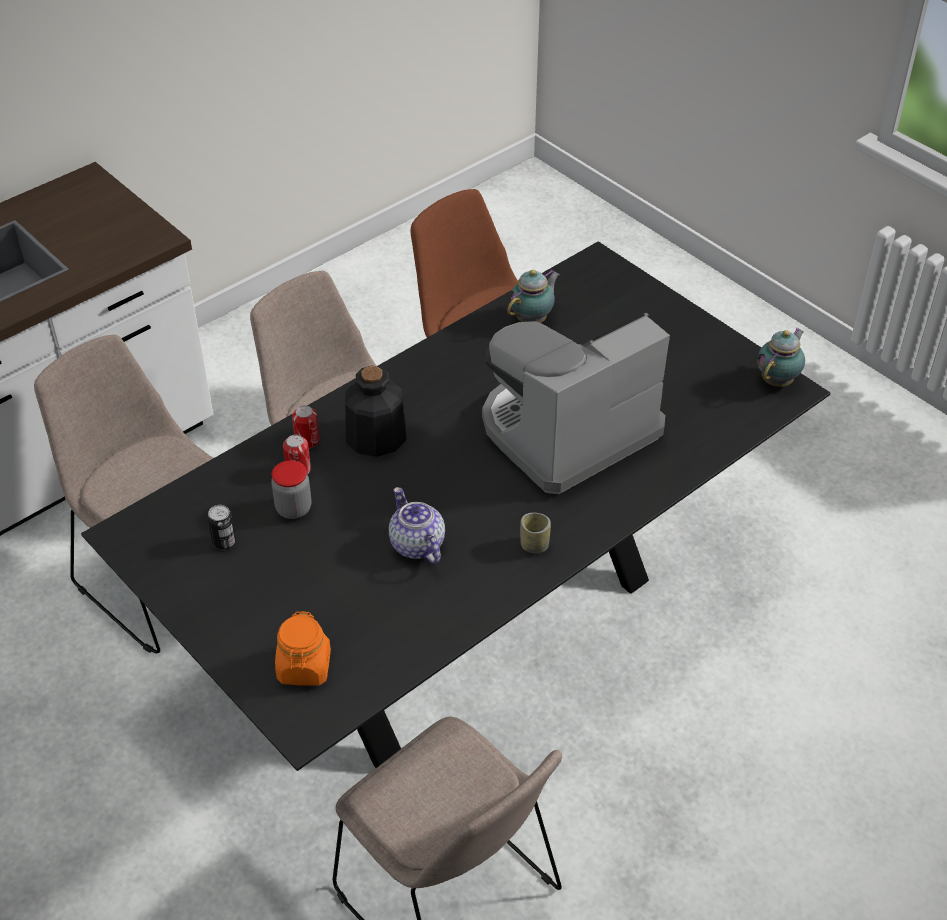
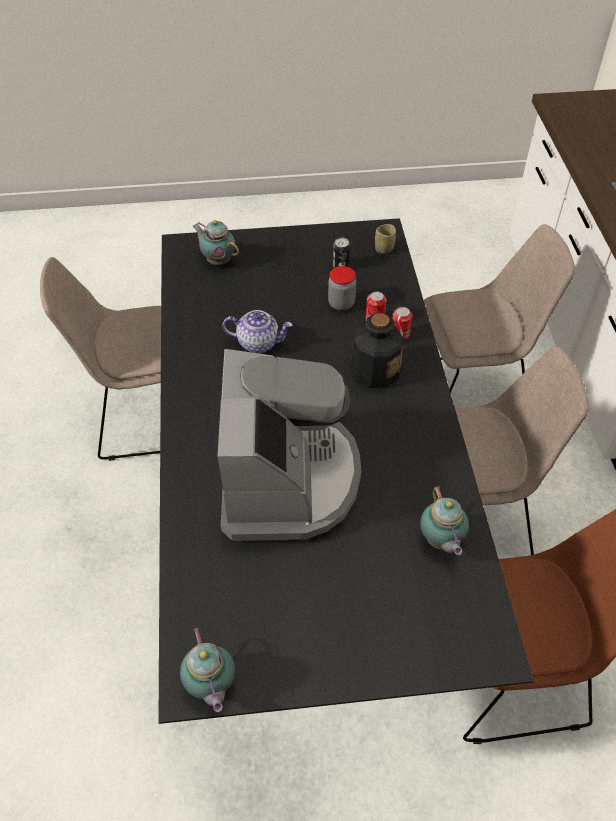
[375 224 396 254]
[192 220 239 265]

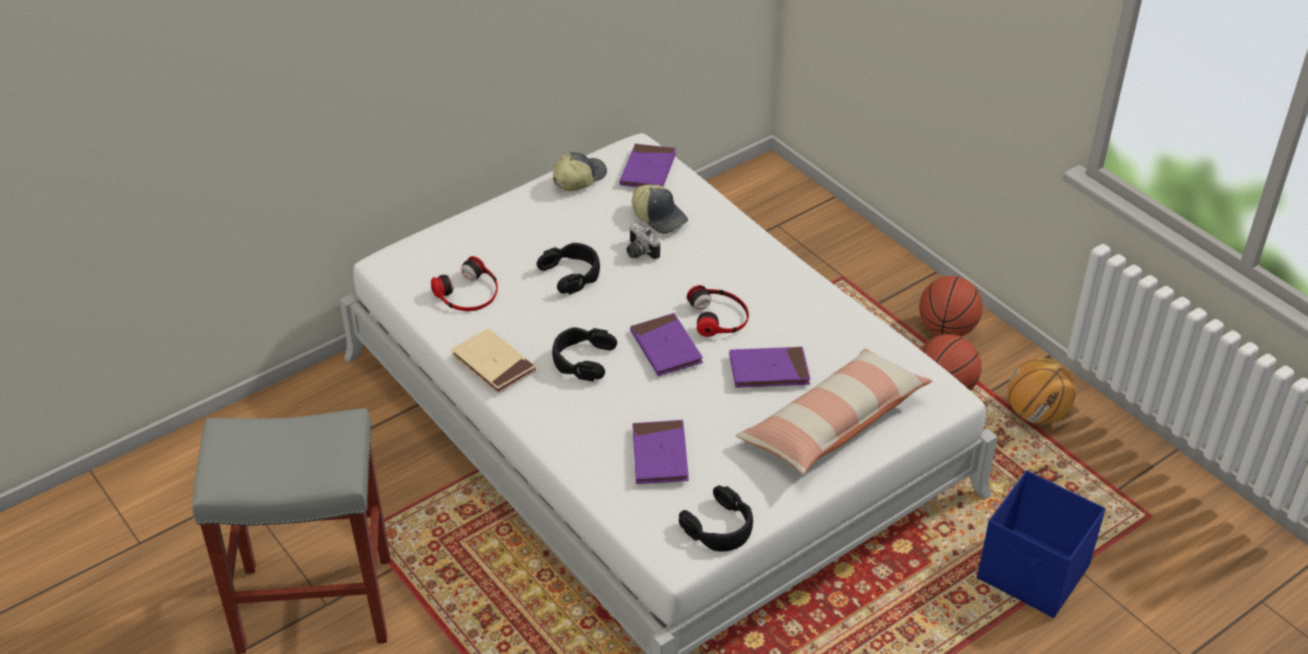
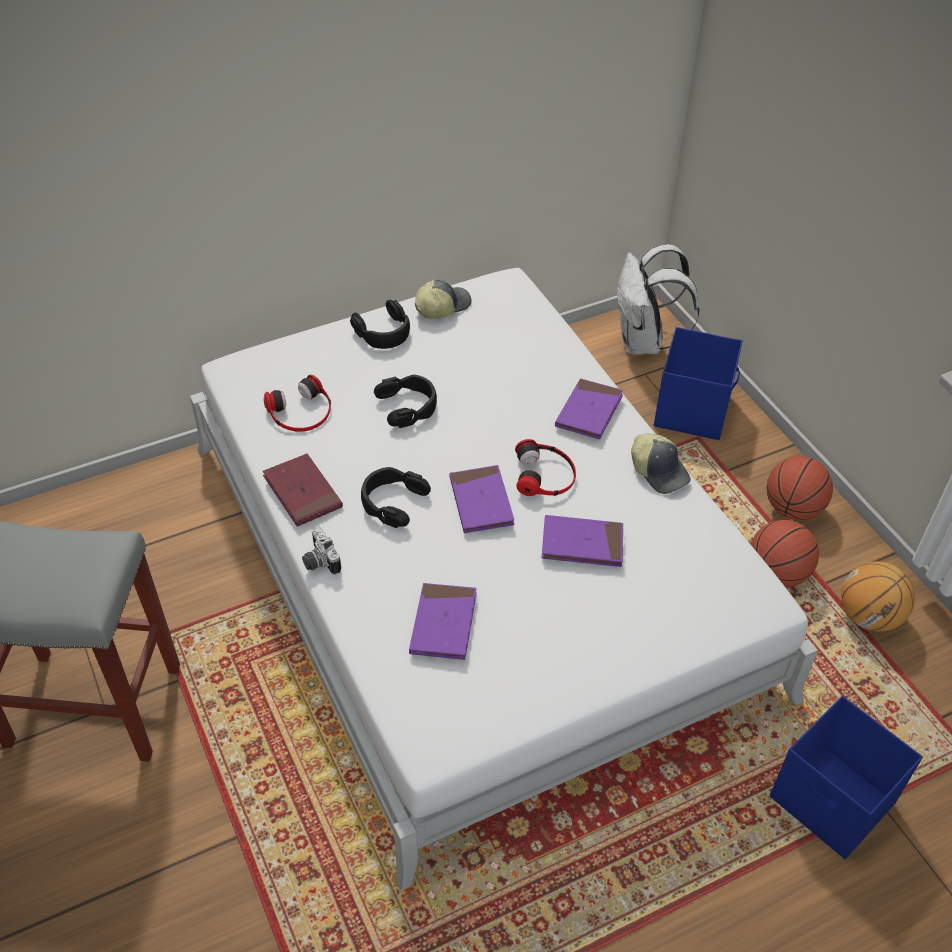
[736 348 932 475] (first image)
[617 244 700 355]
[654 327 743 440]
[555 379 624 440]
[302 527 341 575]
[631 434 691 494]
[350 299 410 349]
[263 454 343 527]

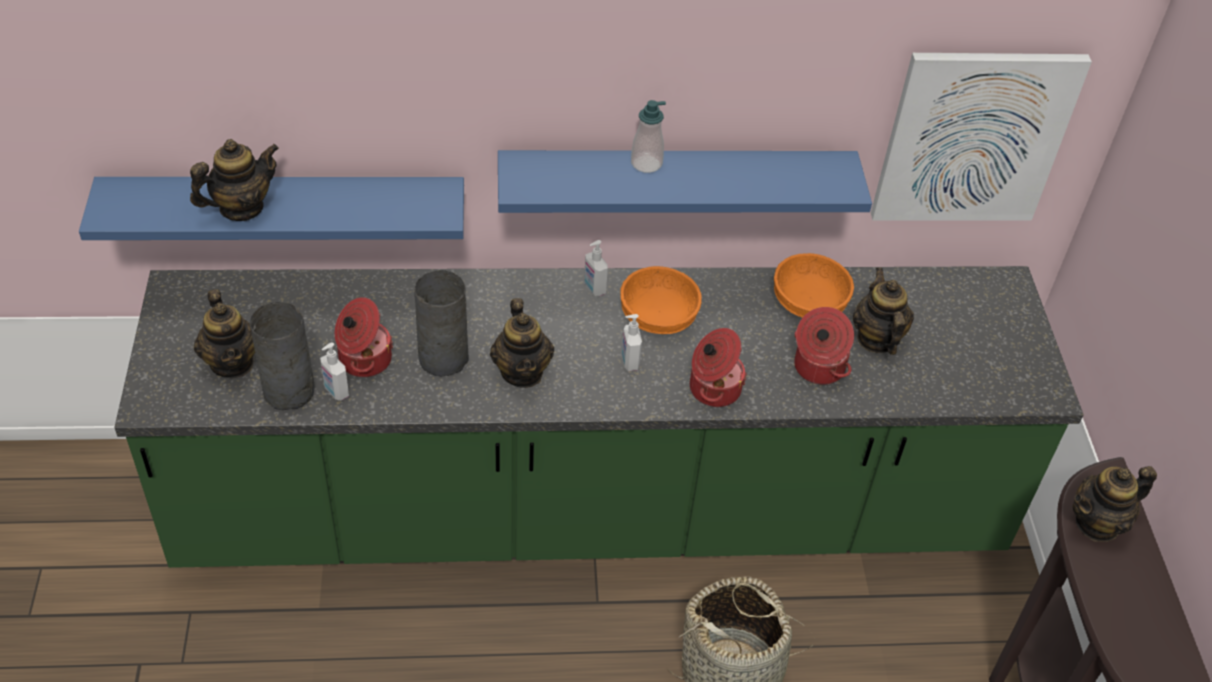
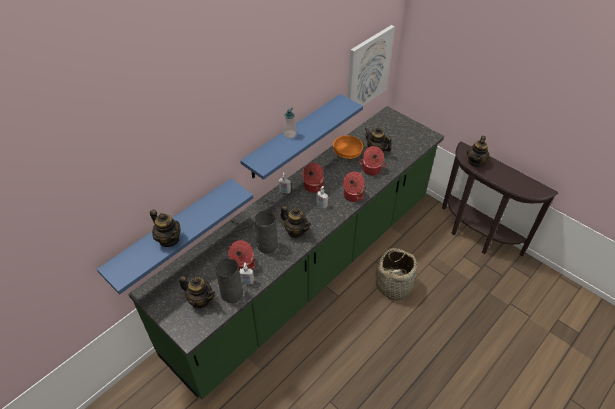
[302 163 324 193]
[150 209 181 247]

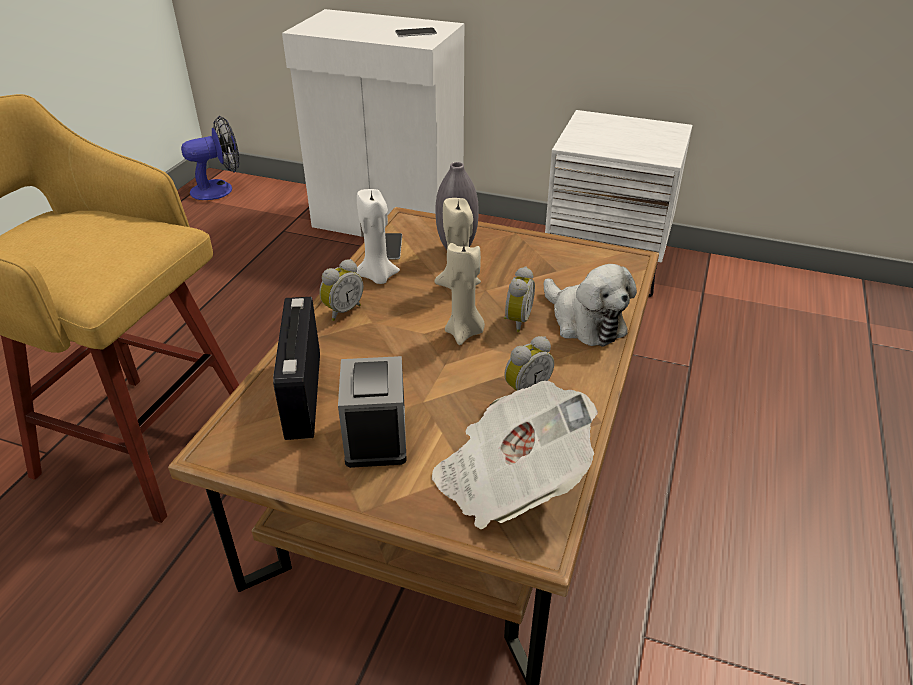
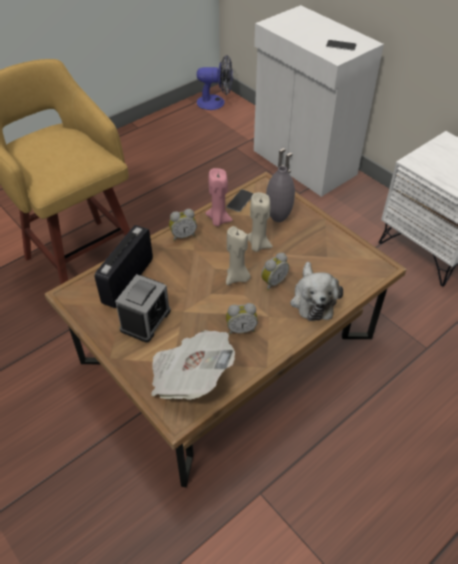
[206 168 233 226]

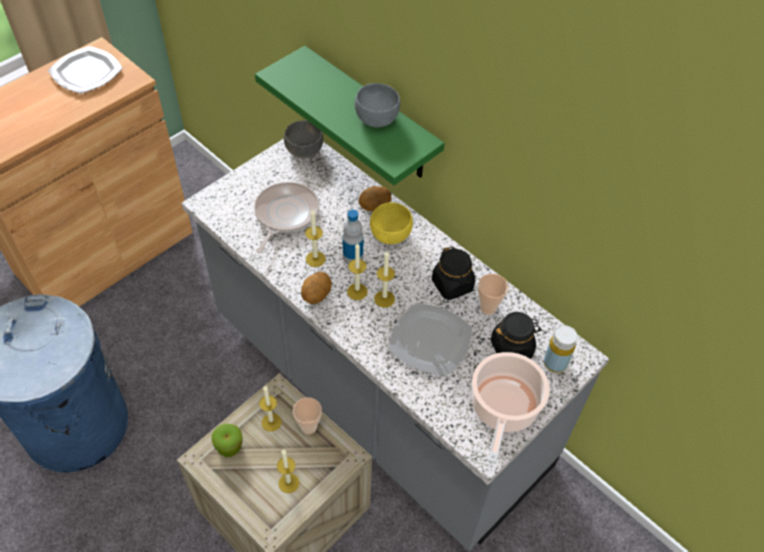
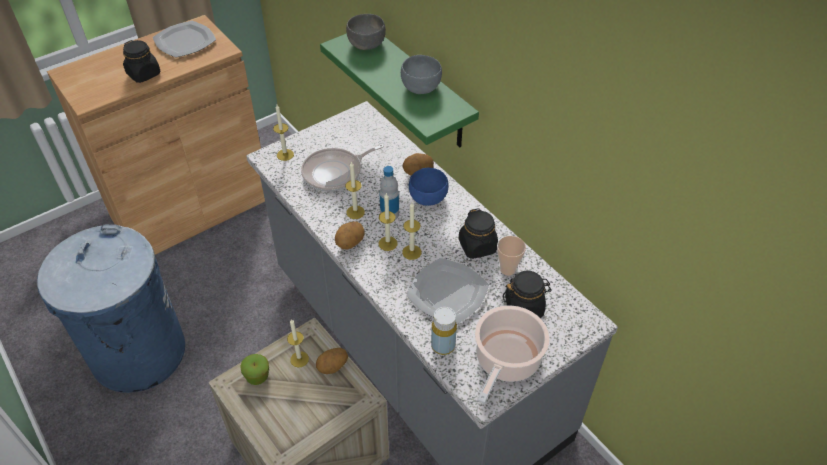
[123 40 160 83]
[273 105 294 161]
[346 14 386 50]
[431 307 457 355]
[316 348 348 374]
[409 168 449 206]
[301 144 384 192]

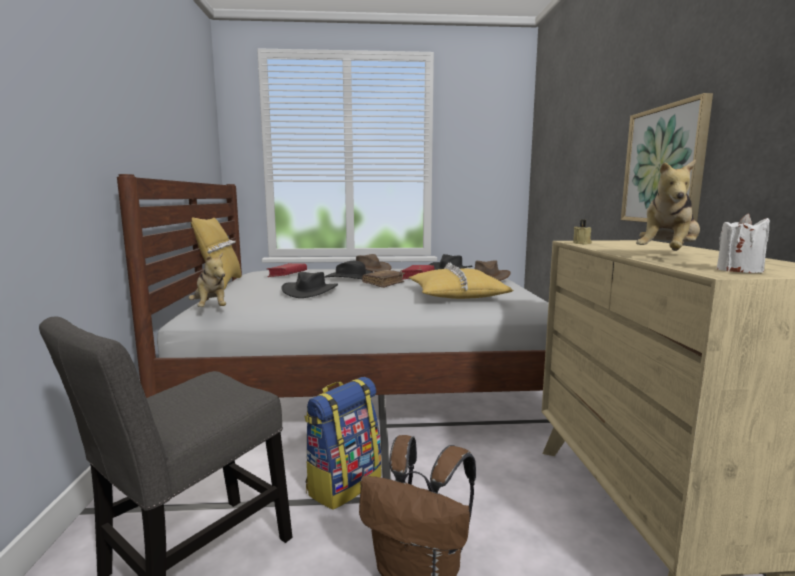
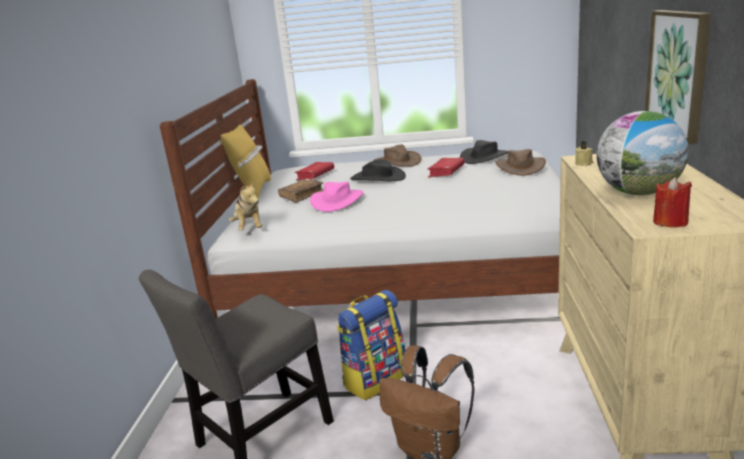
[408 263 513 299] (first image)
[278 179 324 203]
[597 111 689 195]
[310 182 363 212]
[653 177 692 227]

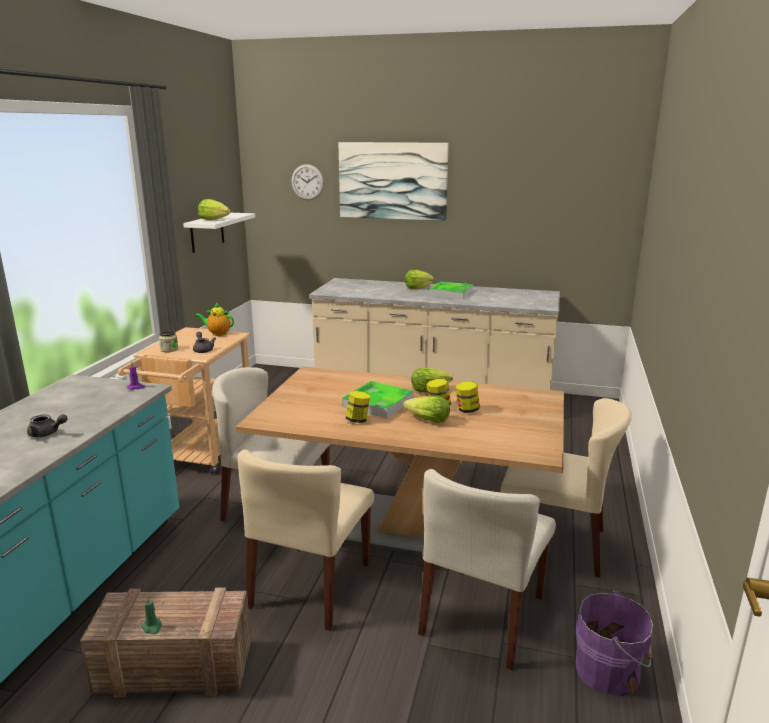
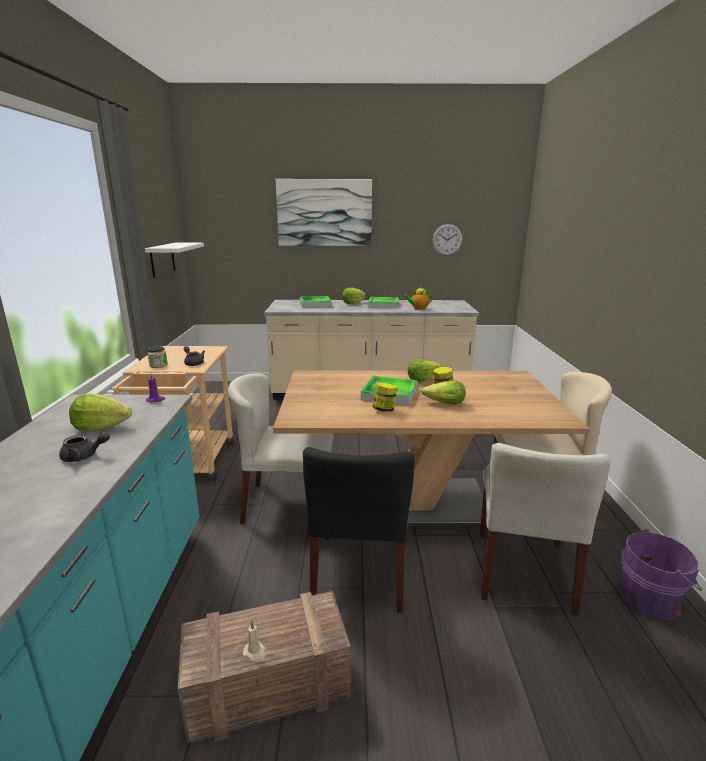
[456 382 480 413] (first image)
[300 296 332 308]
[403 285 433 310]
[69 394 132 431]
[432 224 463 256]
[243 622 266 662]
[303 447 415 613]

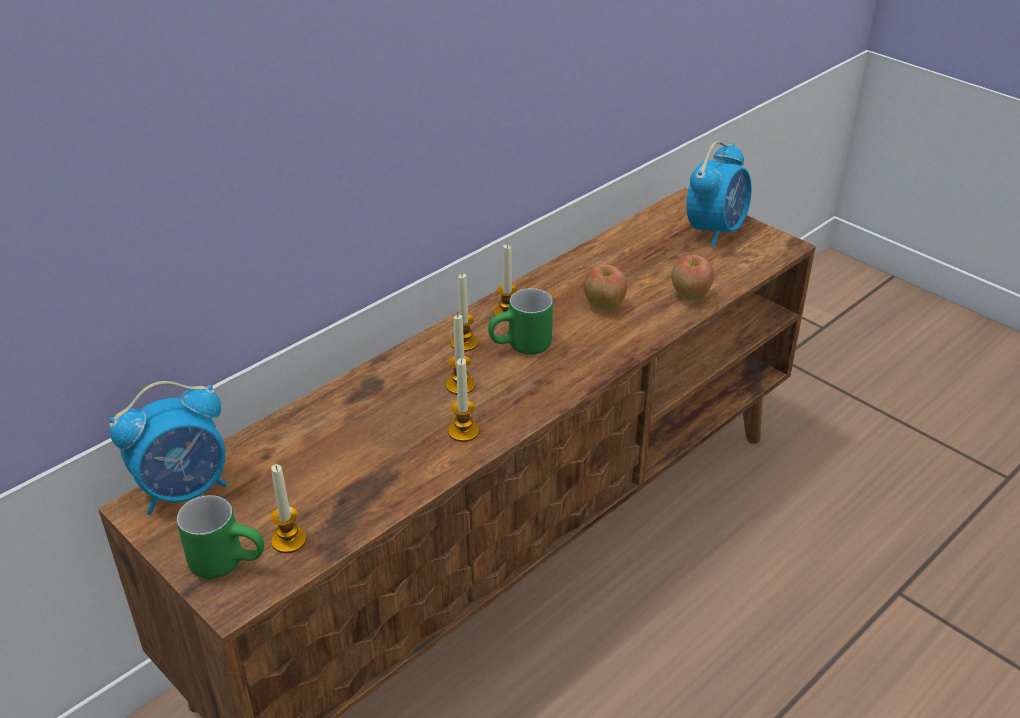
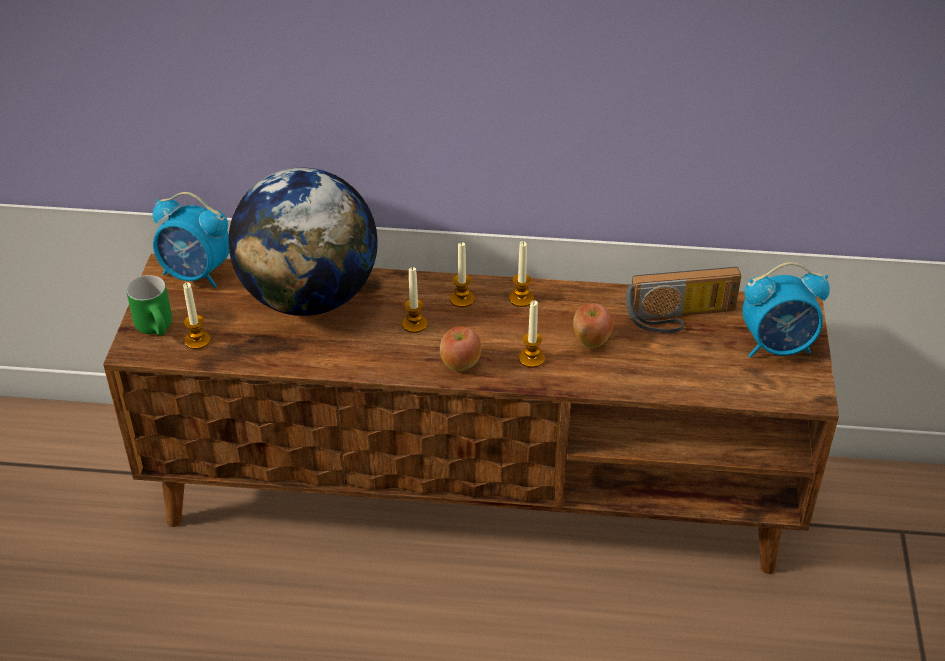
[488 288 553 355] (first image)
[228 168 378 316]
[626 267 741 333]
[519 301 545 368]
[440 326 481 371]

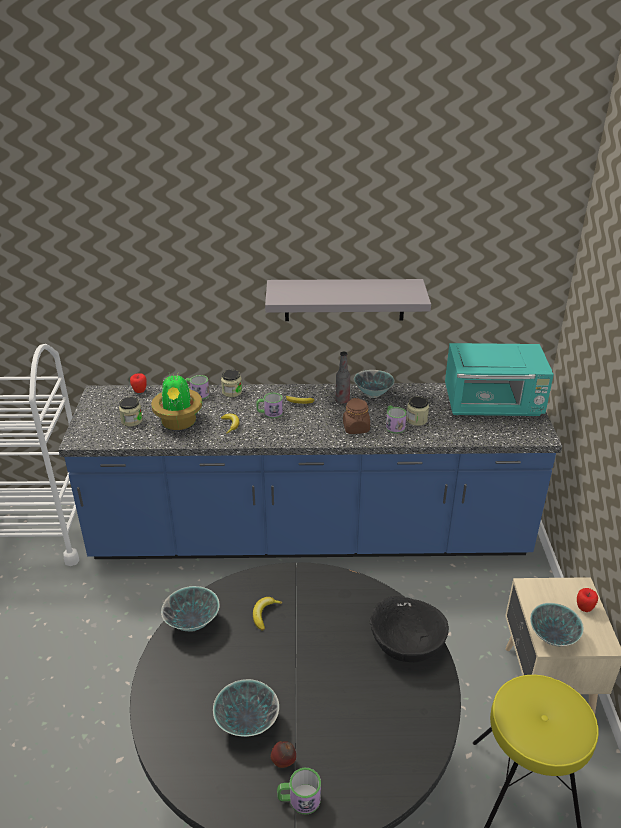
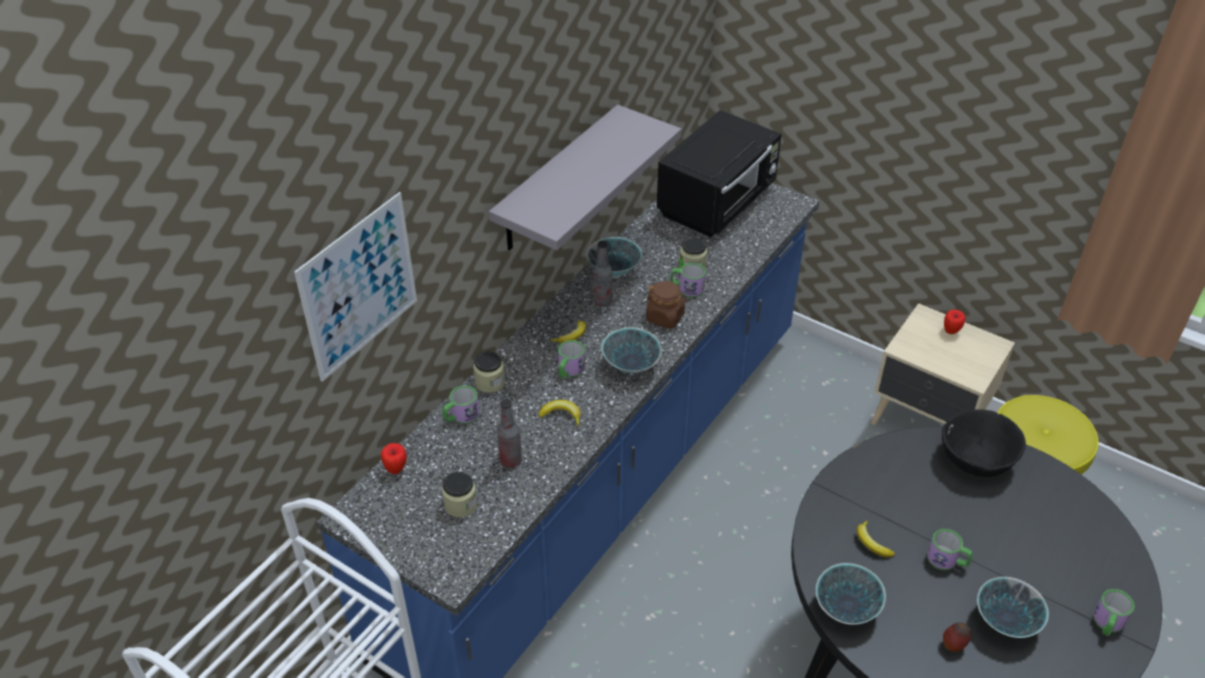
[294 192 417 382]
[927 529 973 570]
[943 622 971 652]
[601 327 662 374]
[497 399 522 468]
[657 110 781 237]

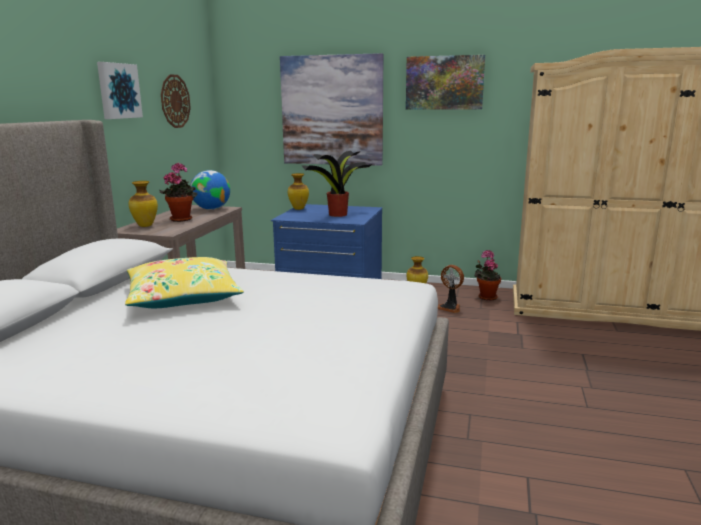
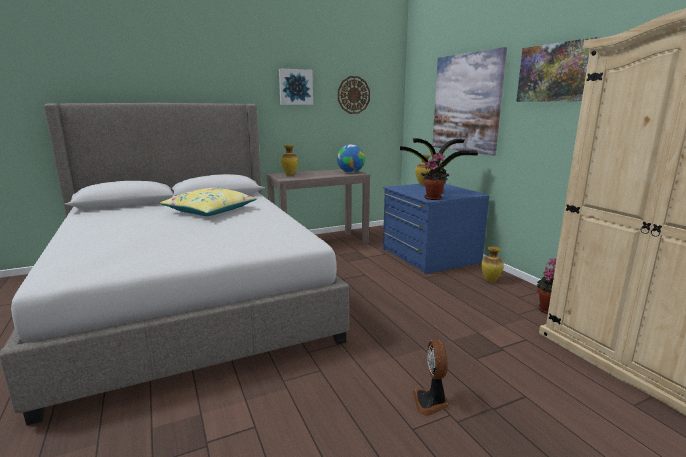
[421 153 449 200]
[412 340 449 416]

